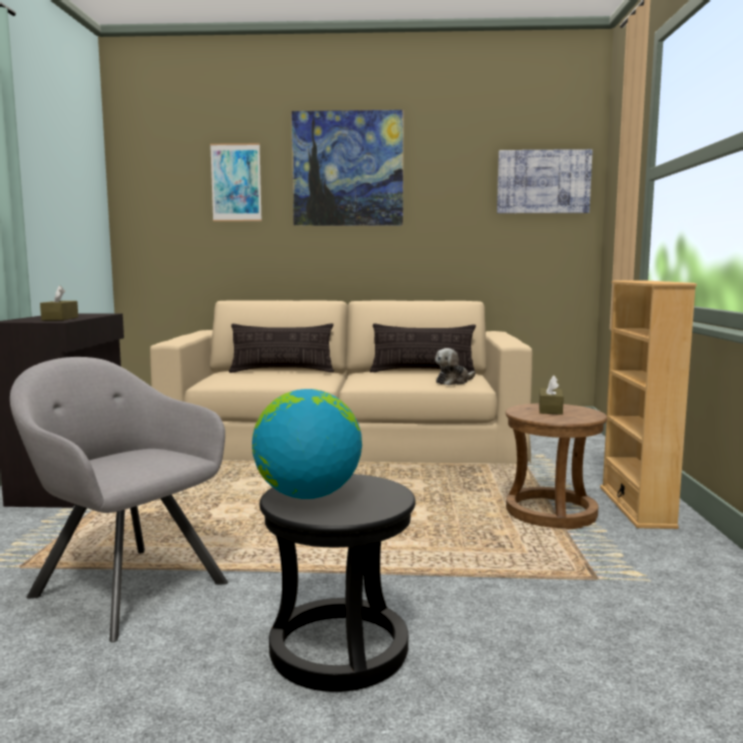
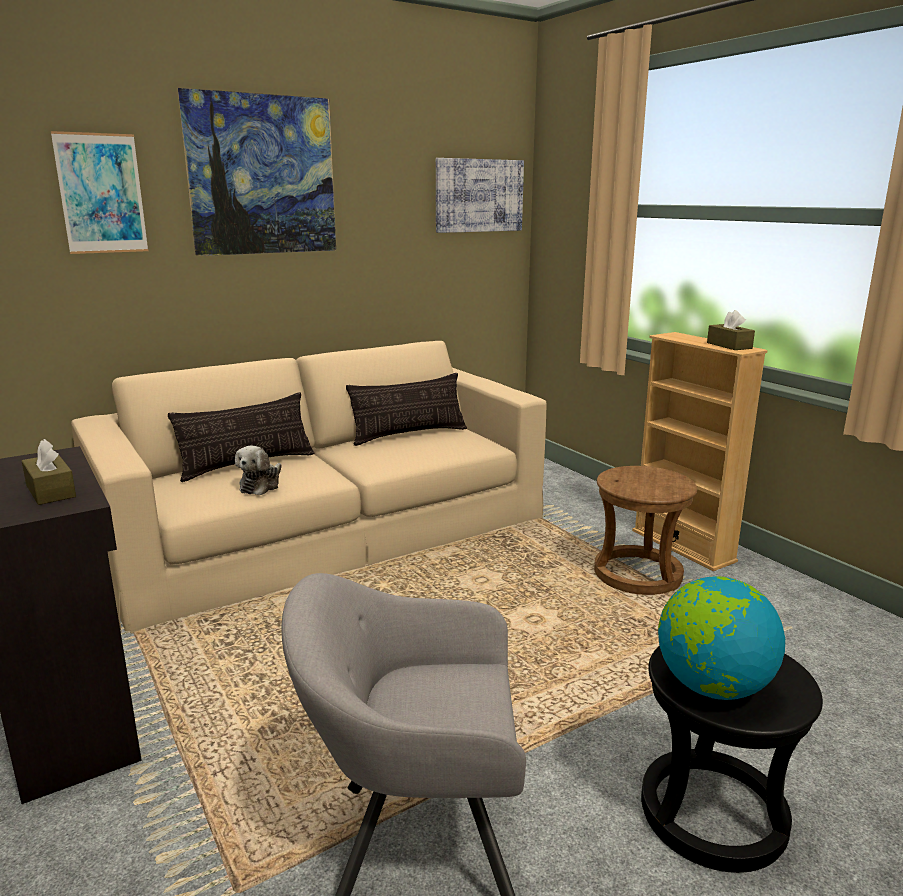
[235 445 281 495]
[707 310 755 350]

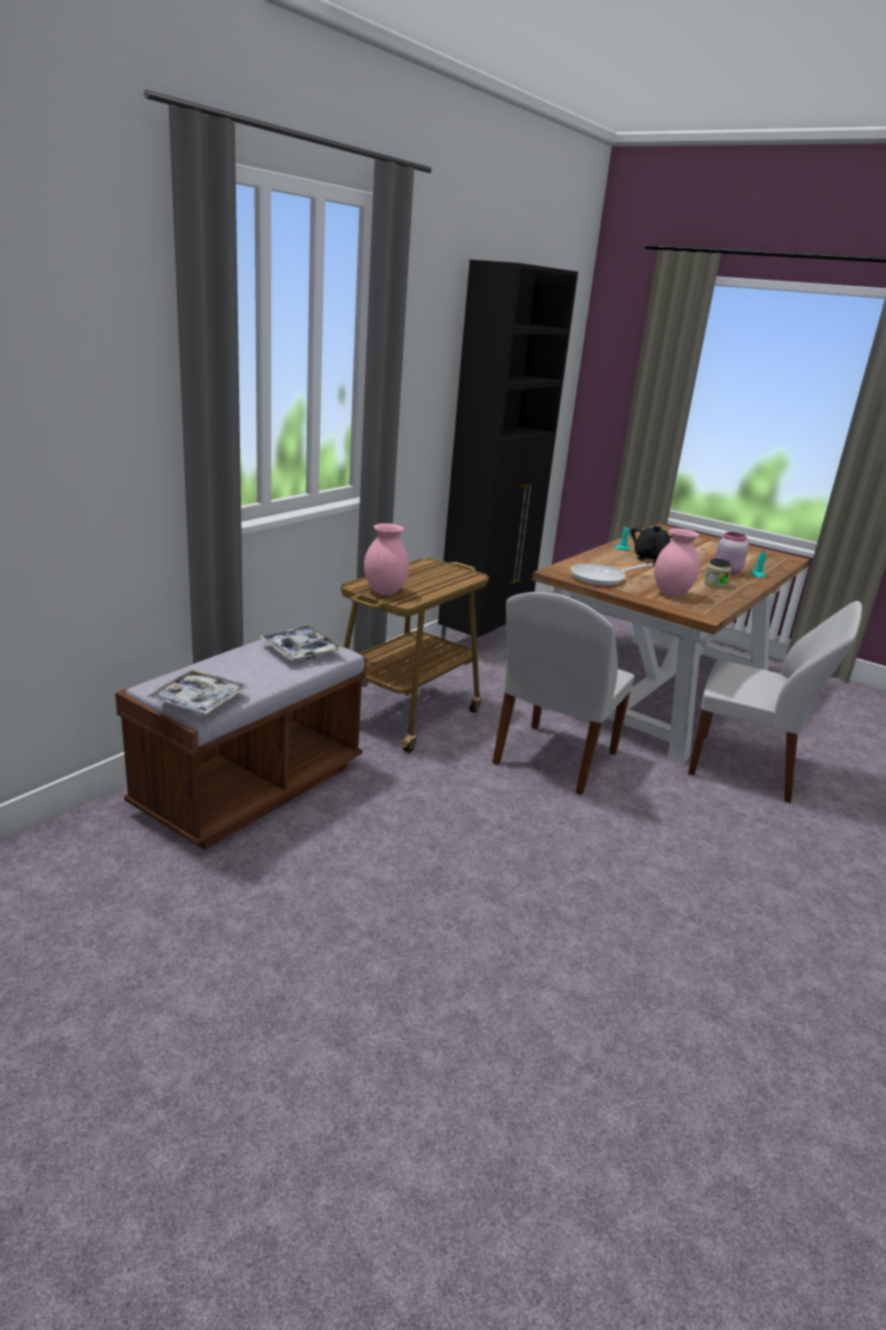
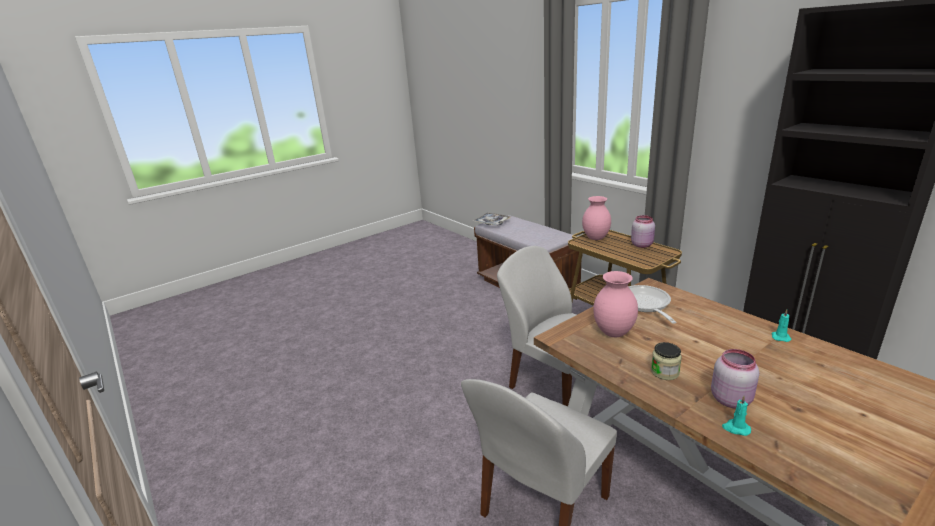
[260 626 344 660] (first image)
[631 526 672 563] (first image)
[631 215 655 248]

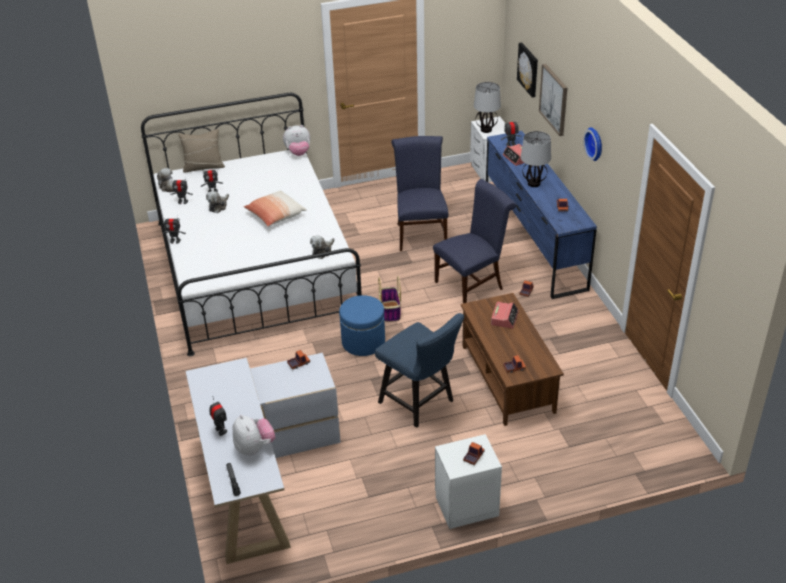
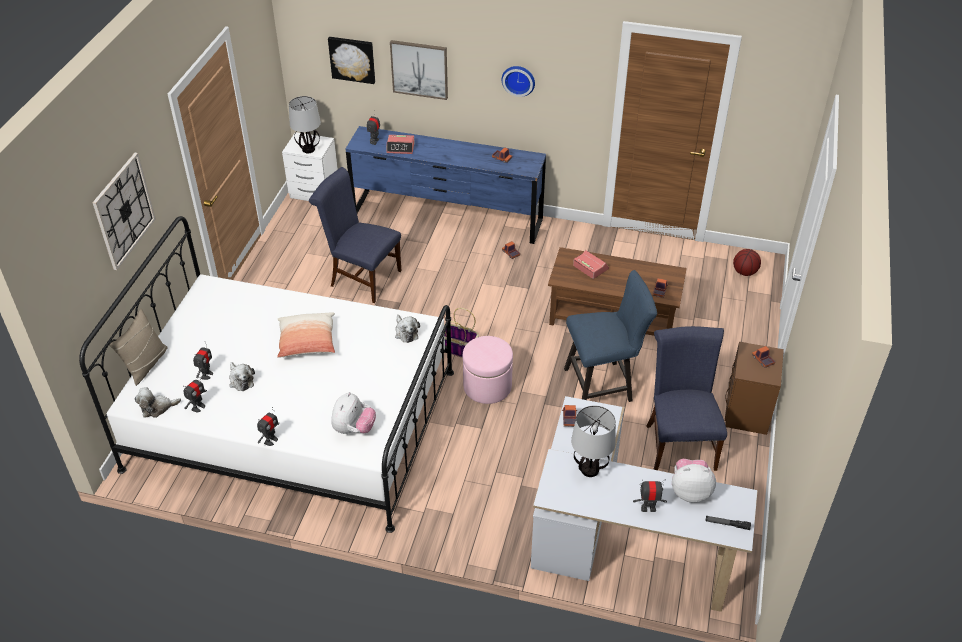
[92 153 156 270]
[733 249 761 276]
[331 392 376 434]
[646 326 727 471]
[571 405 616 477]
[463 336 513 404]
[725 342 784 435]

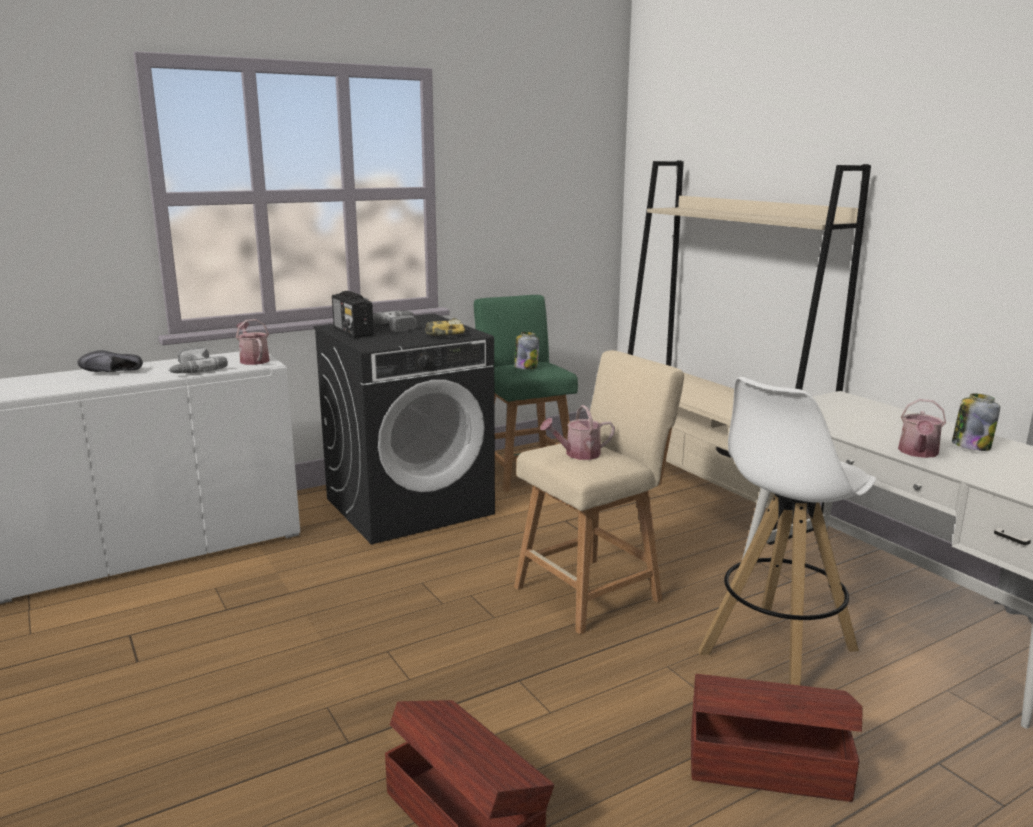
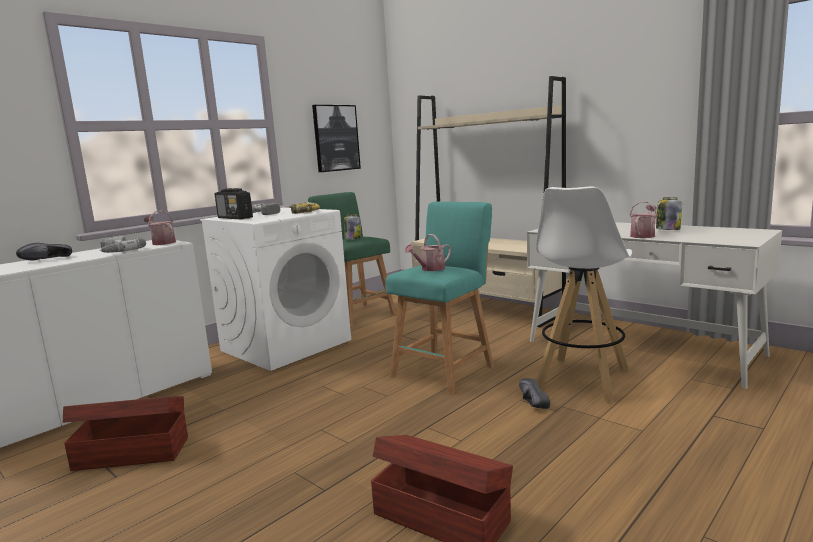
[312 105 361 172]
[519 378 550 409]
[63 396 188 471]
[200 207 351 371]
[385 201 494 394]
[630 202 657 238]

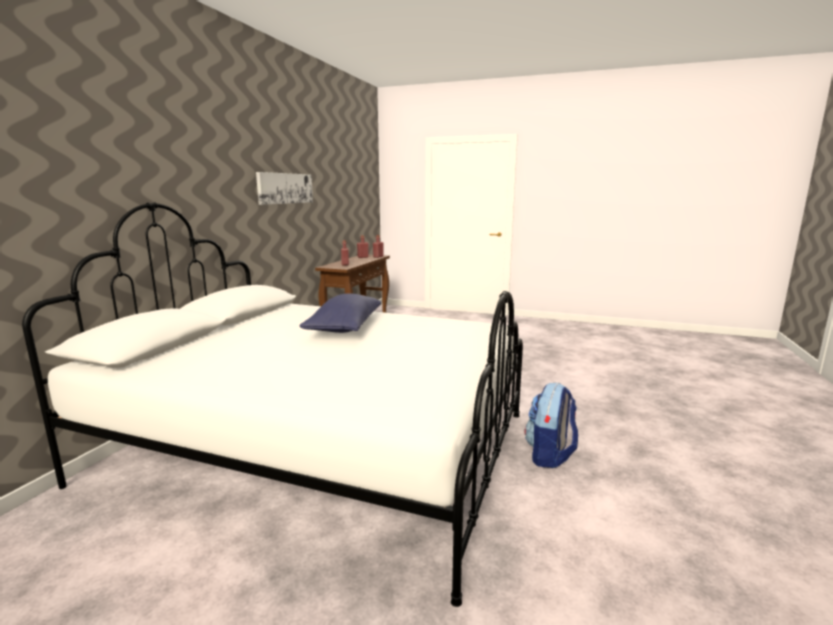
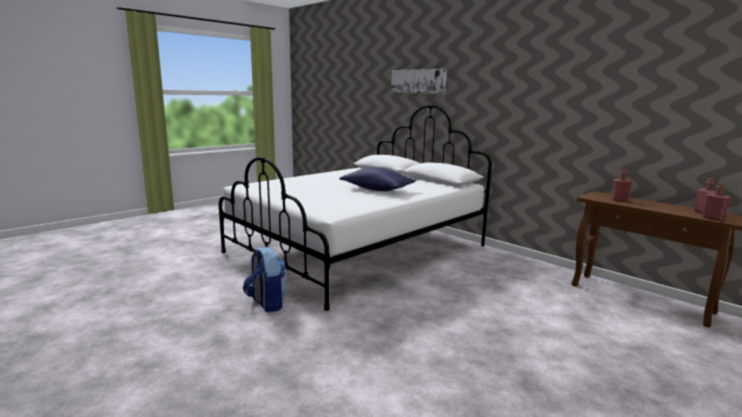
[391 69 447 94]

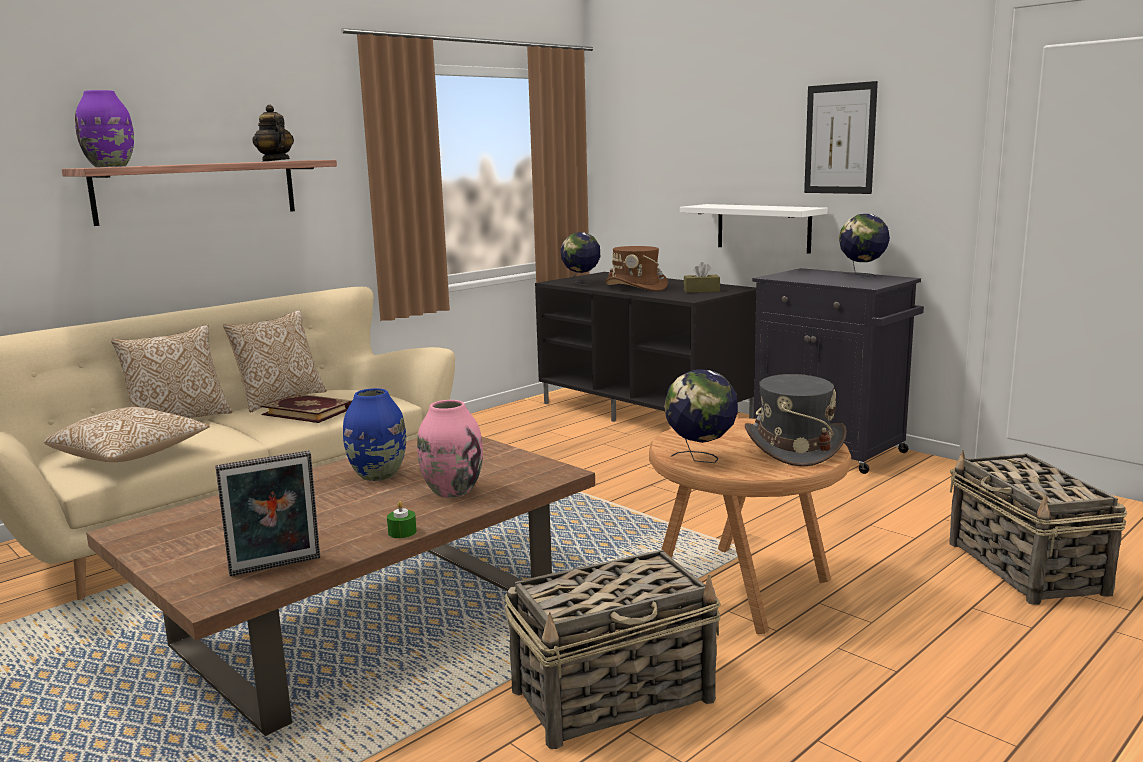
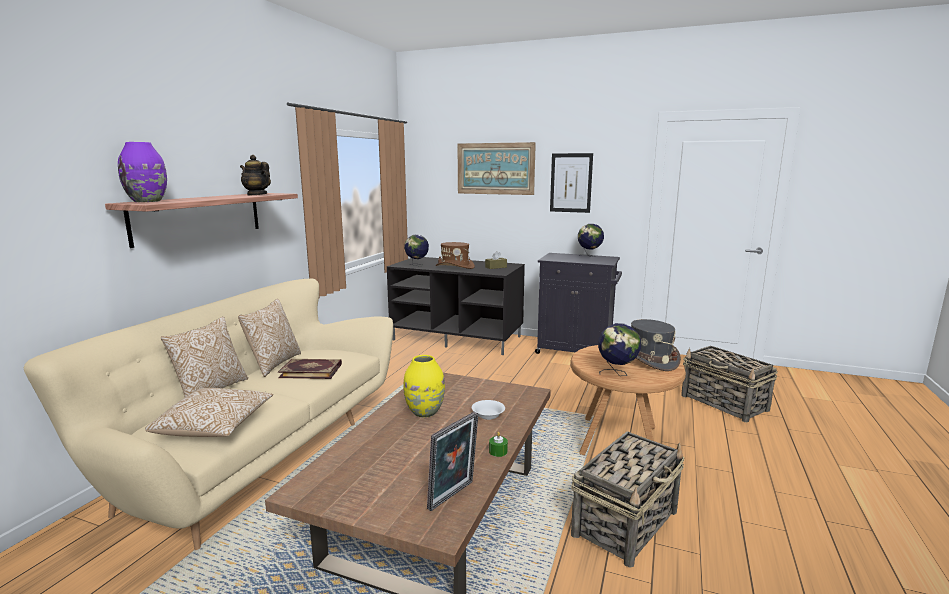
[680 204 828 254] (first image)
[458 142 536 195]
[472 400 505 420]
[403 355 445 417]

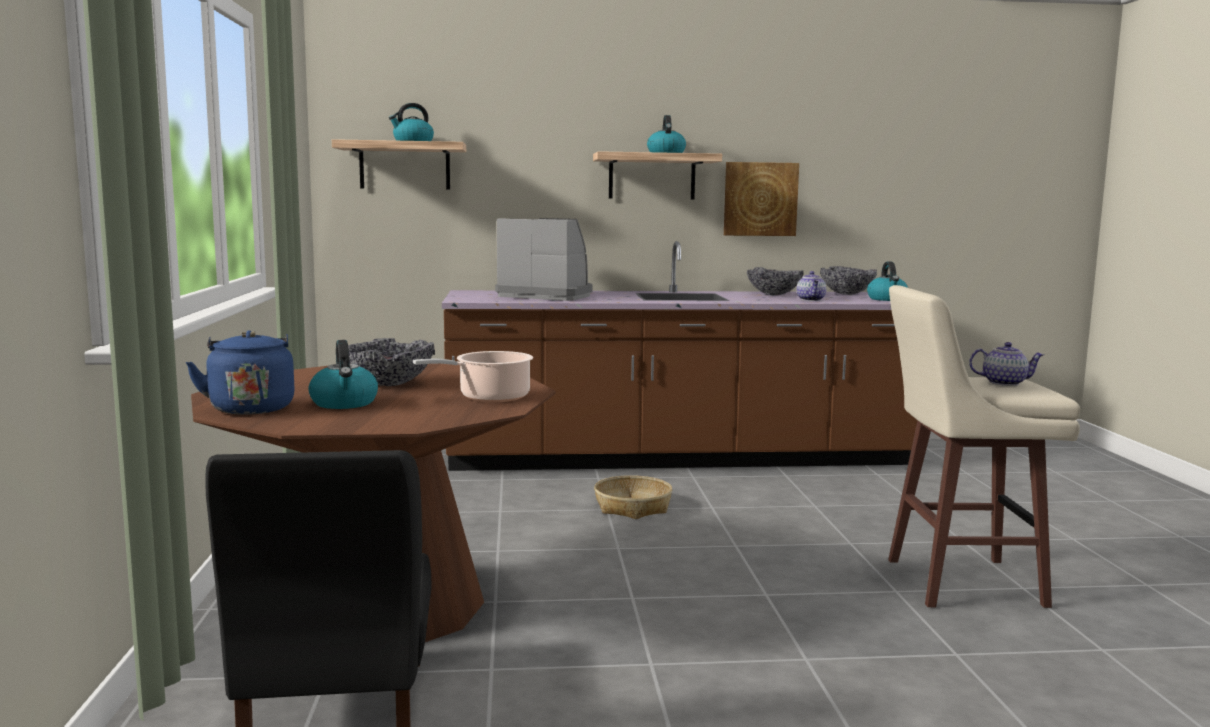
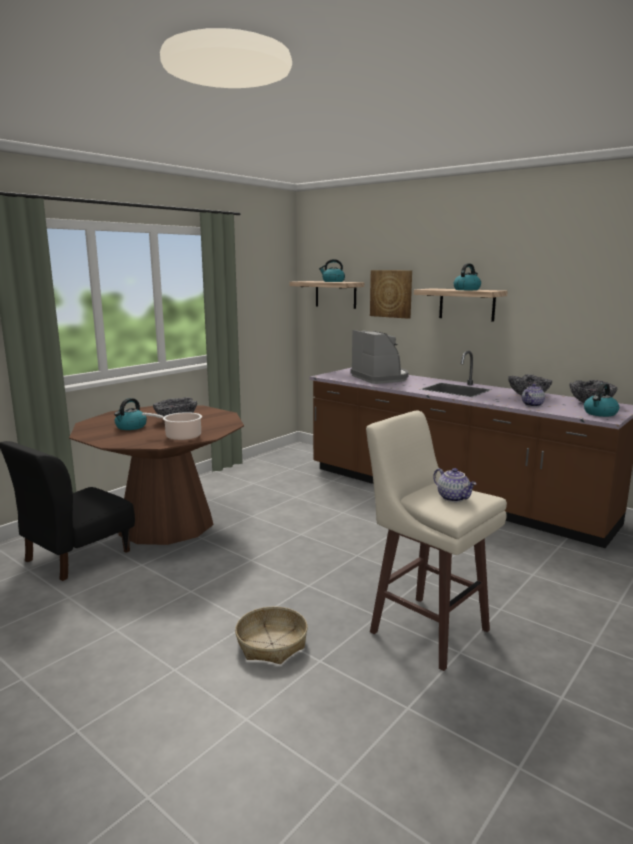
[186 330 295 415] (first image)
[235 606 308 664]
[370 270 412 319]

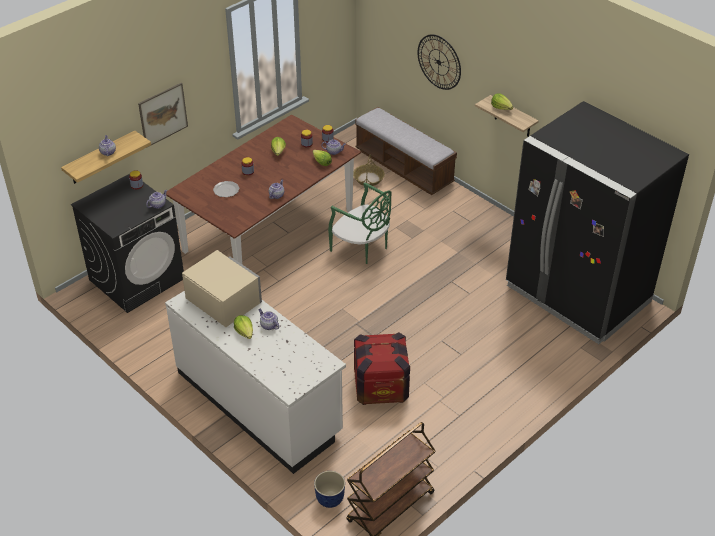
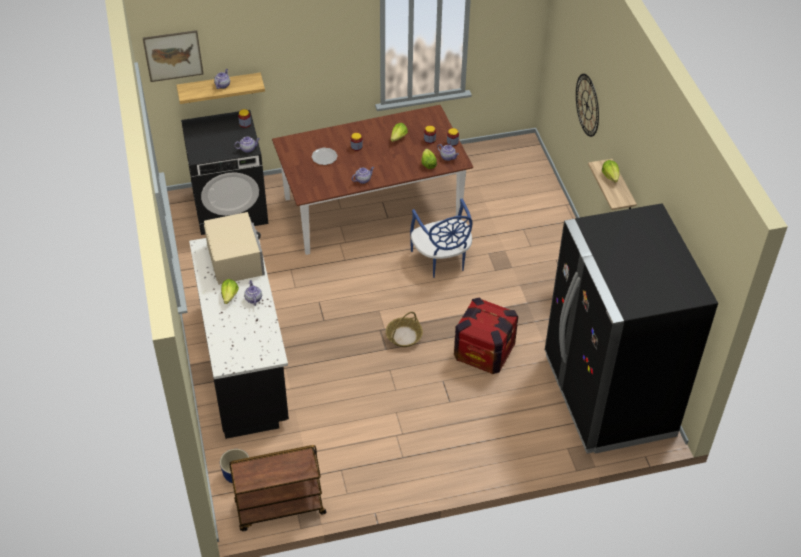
[355 107 457 195] (first image)
[143 30 204 82]
[386 312 423 347]
[454 297 518 374]
[189 229 289 439]
[410 199 473 278]

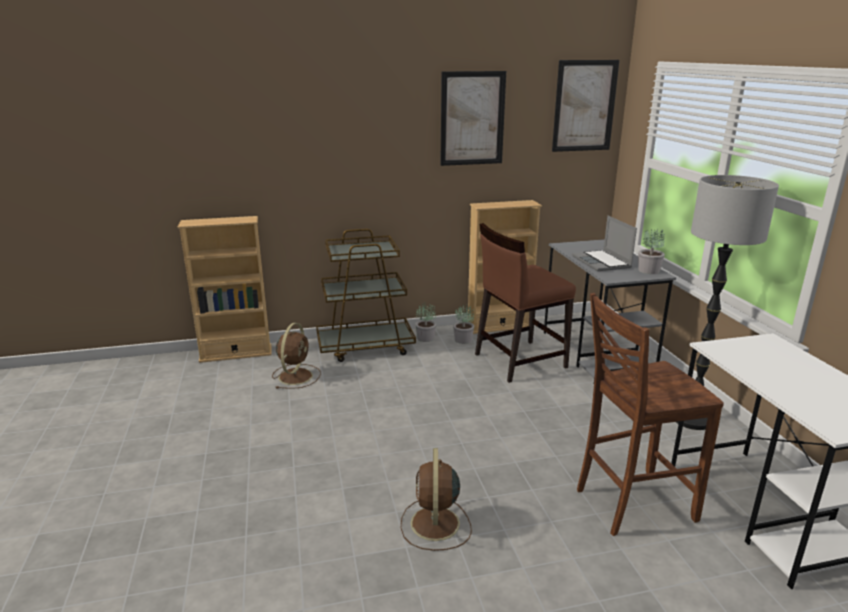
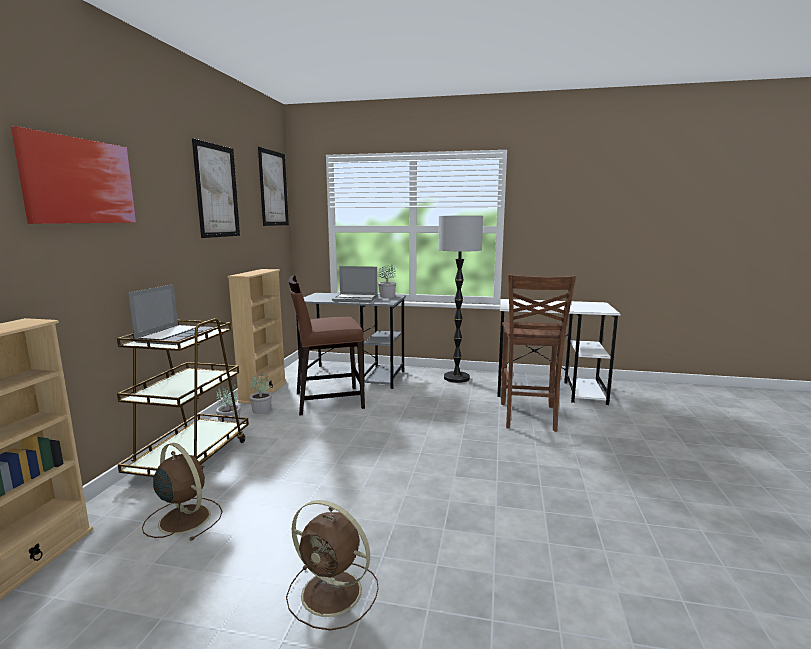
[11 126 136 224]
[128 284 214 345]
[286 500 379 631]
[288 275 365 416]

